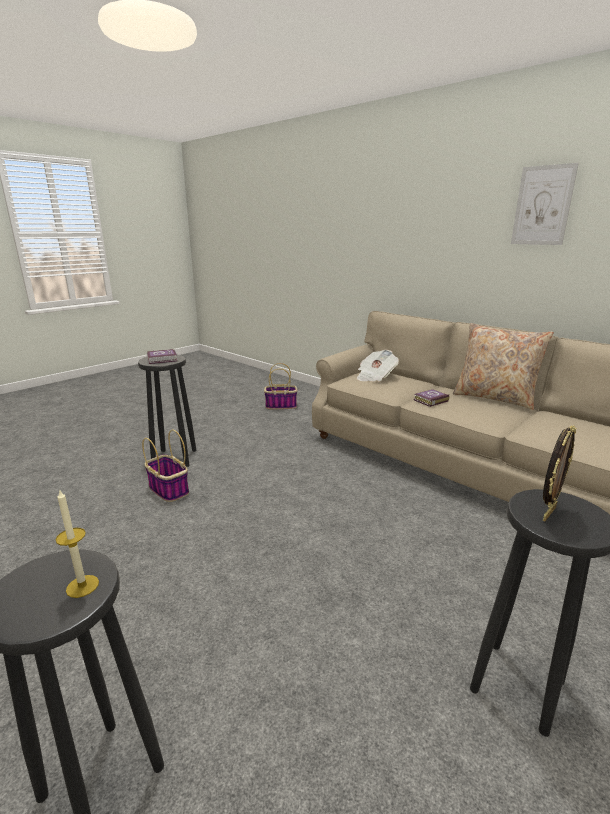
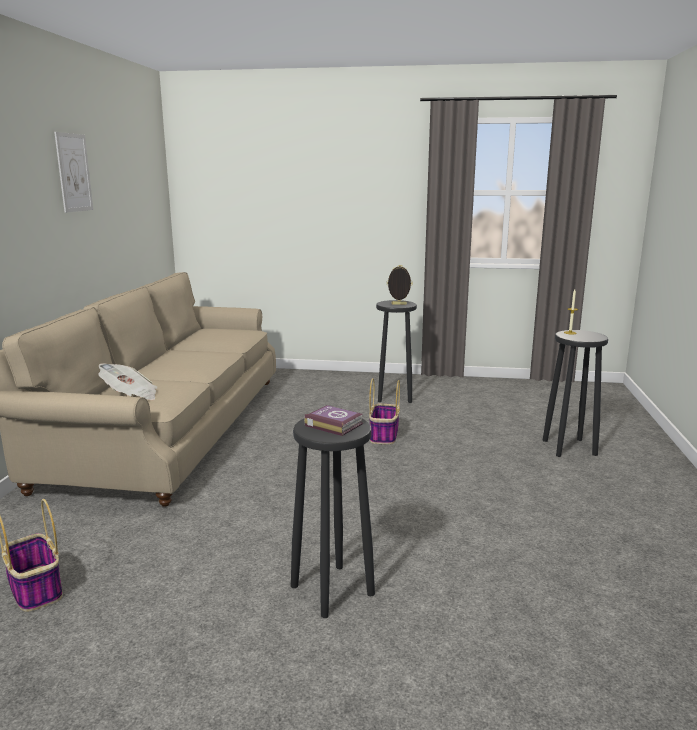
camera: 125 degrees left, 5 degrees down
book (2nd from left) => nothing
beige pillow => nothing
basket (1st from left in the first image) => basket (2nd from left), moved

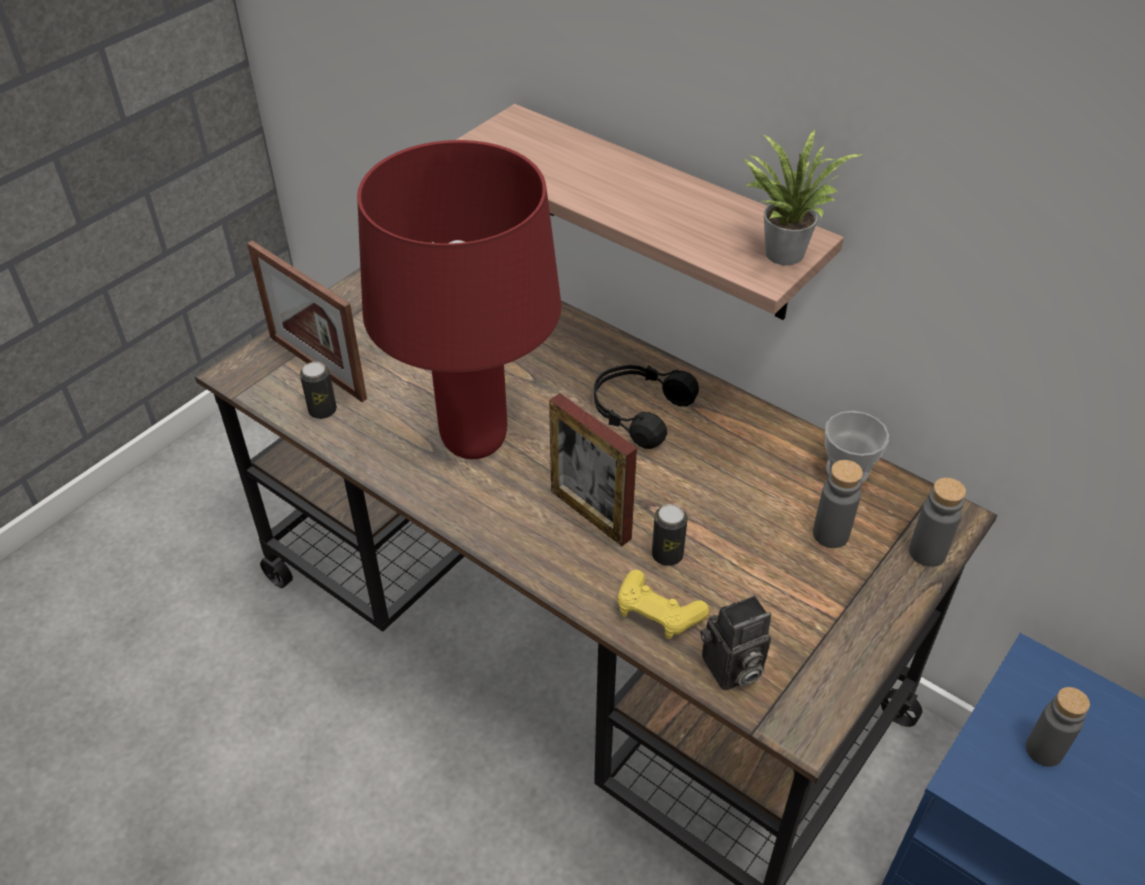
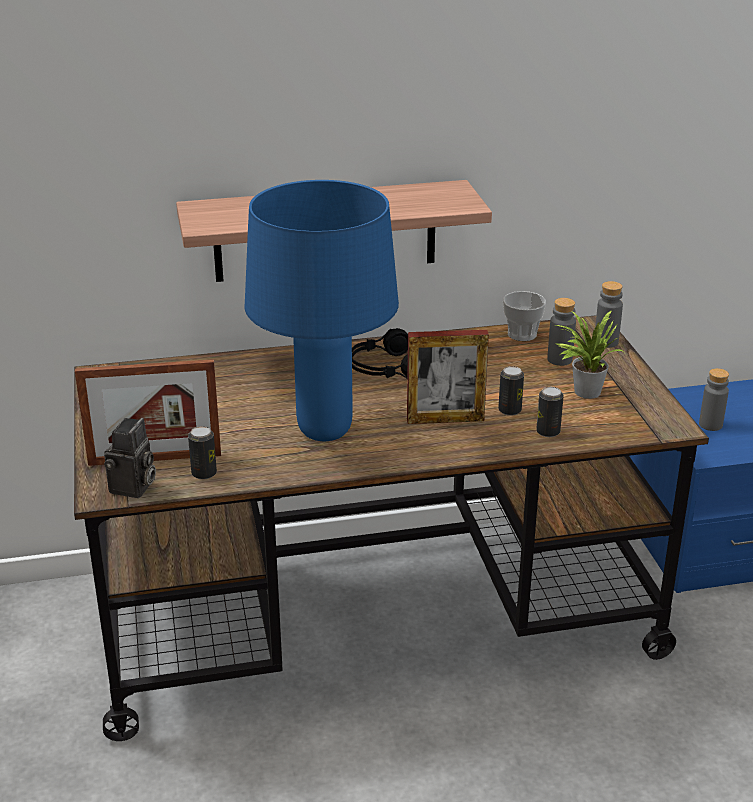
camera: 50 degrees left, 15 degrees down
photo camera, moved
potted plant, moved
yellow game controller => can (3rd from left)
red table lamp => blue table lamp

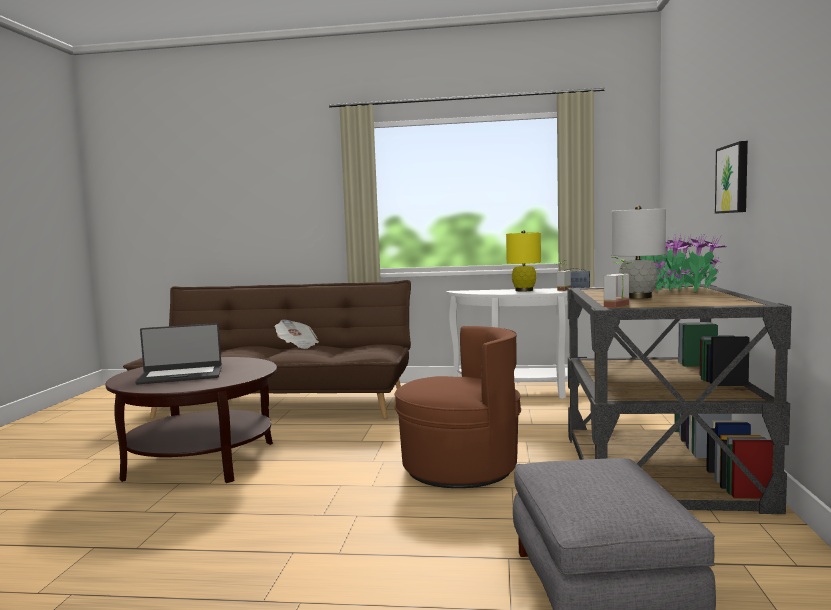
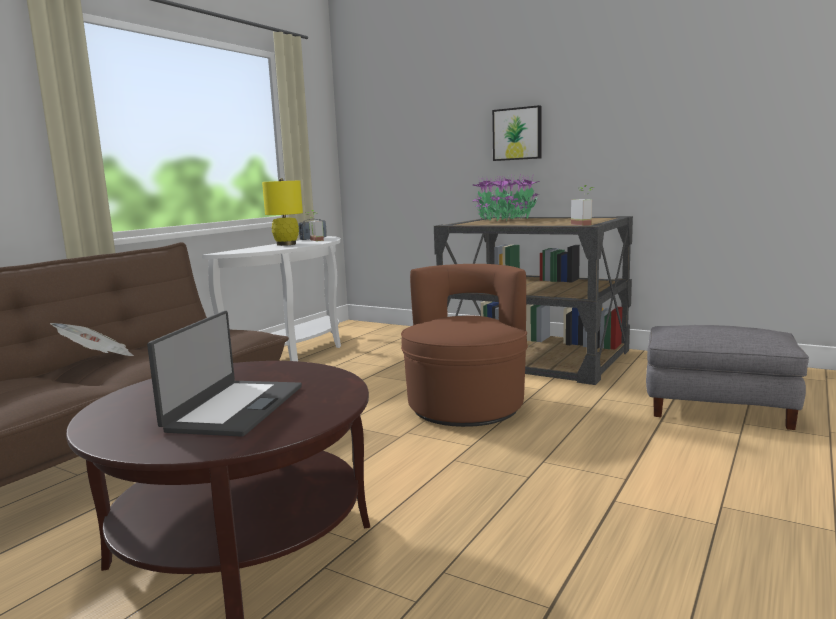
camera: 65 degrees left, 5 degrees up
white table lamp => nothing

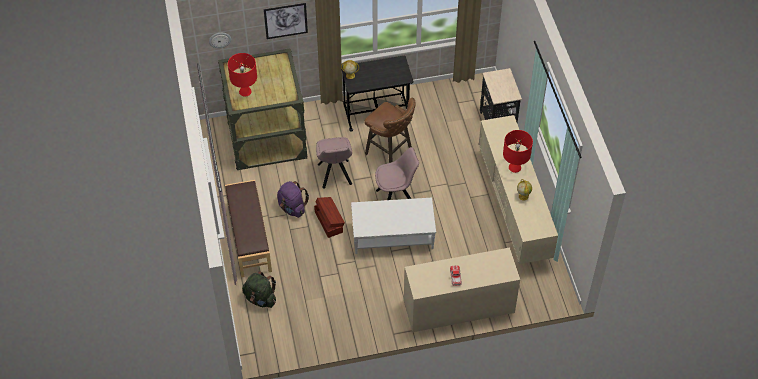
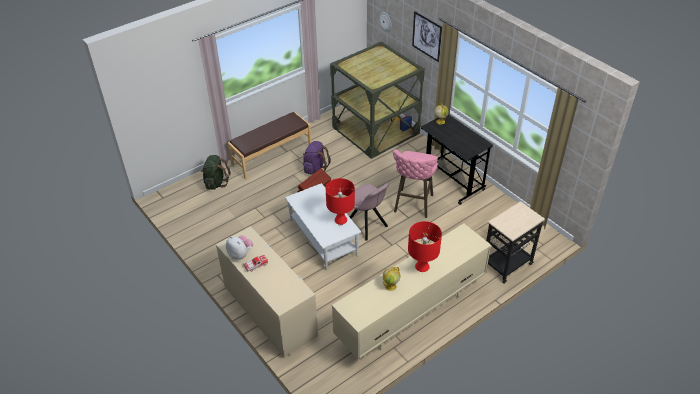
camera: 65 degrees right, 10 degrees down
pink chair (1st from left) => nothing
nothing => plush toy
red table lamp (1st from left), moved
brown stool => pink stool

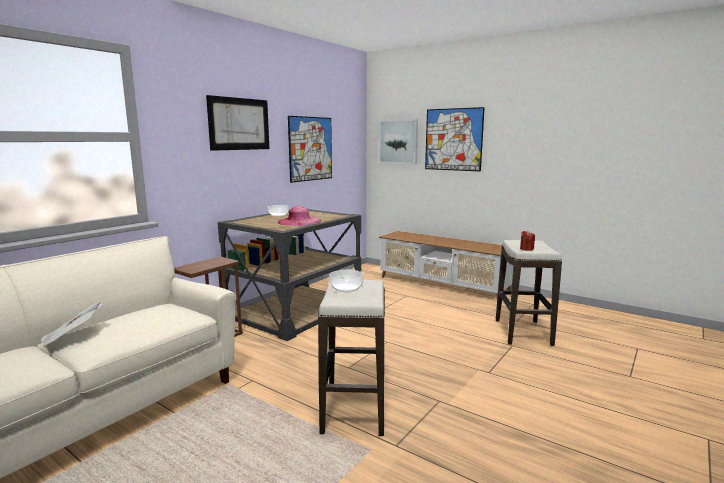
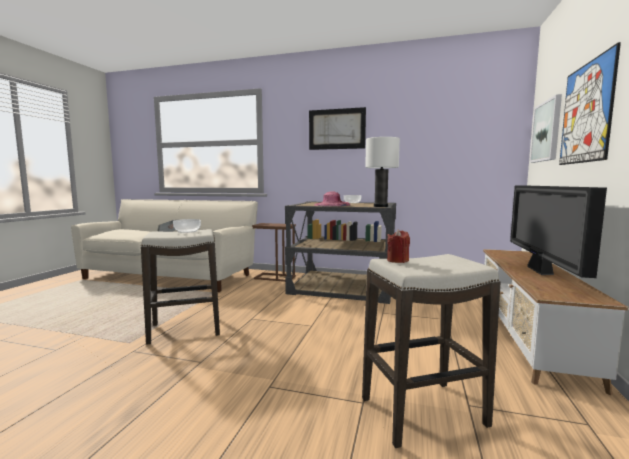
camera: 70 degrees right, 5 degrees down
picture (2nd from left) => nothing
nothing => white table lamp
nothing => television

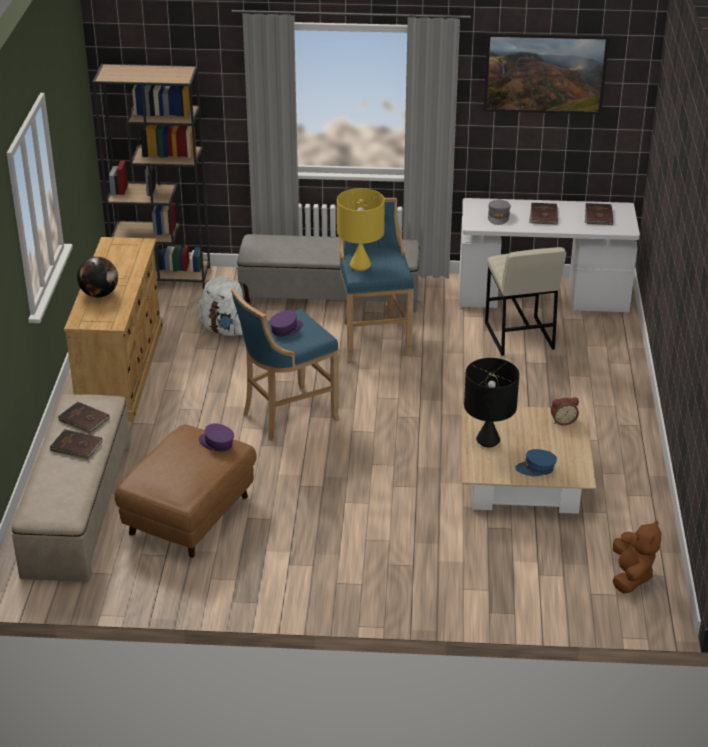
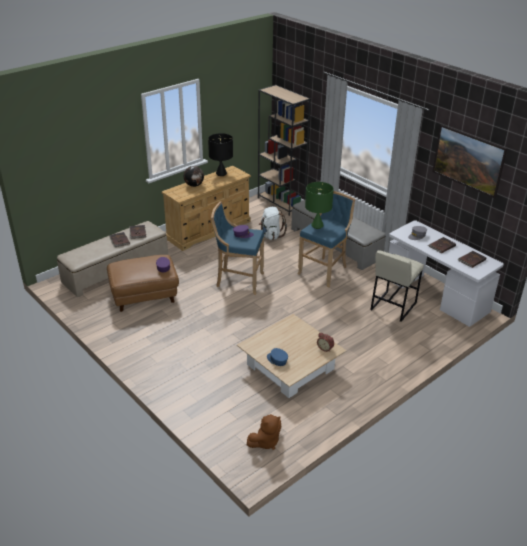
camera: 45 degrees right, 0 degrees up
black table lamp, moved
yellow table lamp => green table lamp

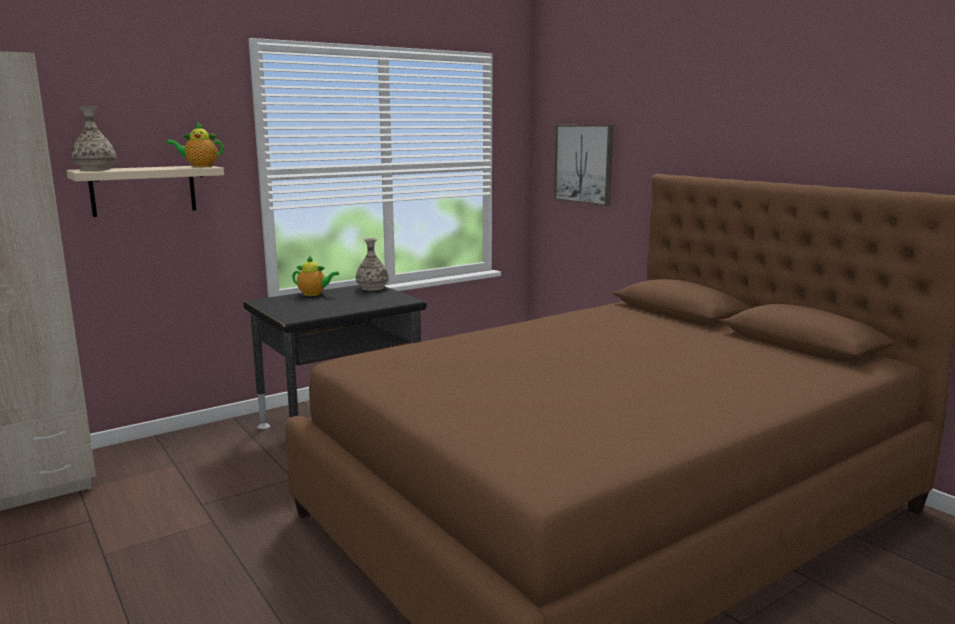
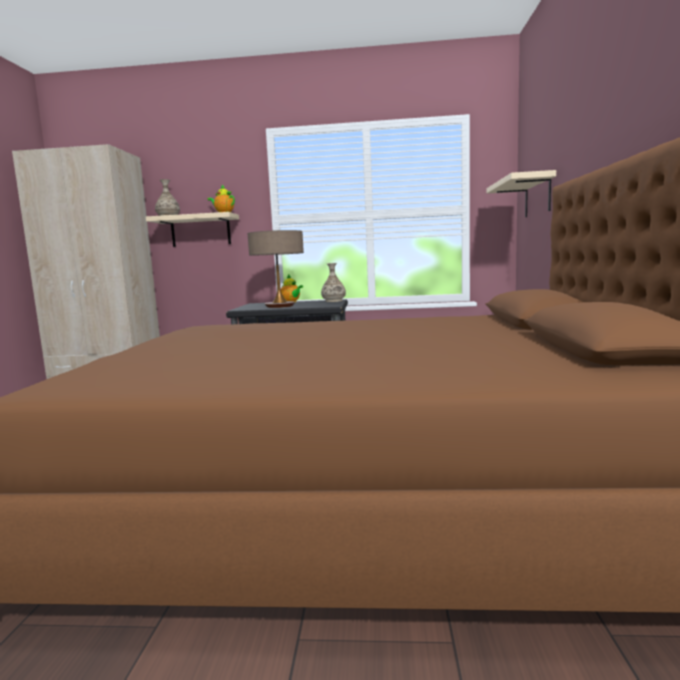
camera: 40 degrees right, 5 degrees down
nothing => table lamp
picture => beige shelf (2nd from left)

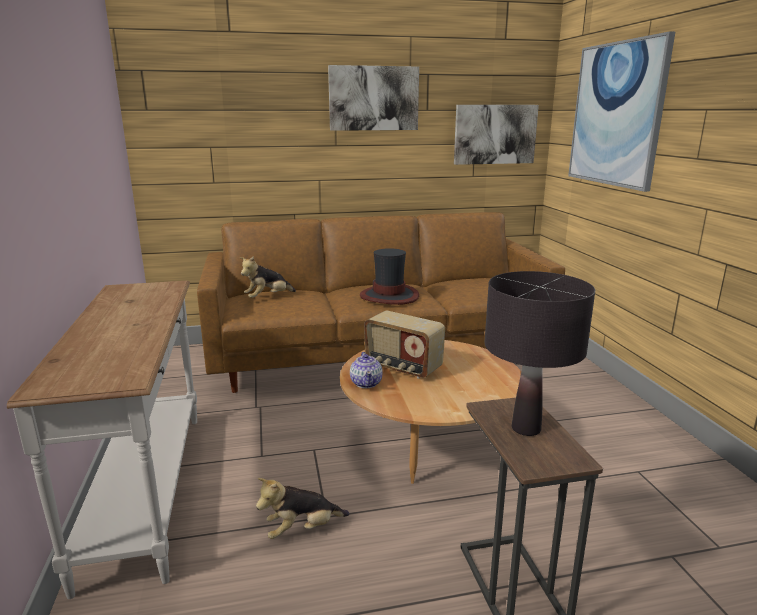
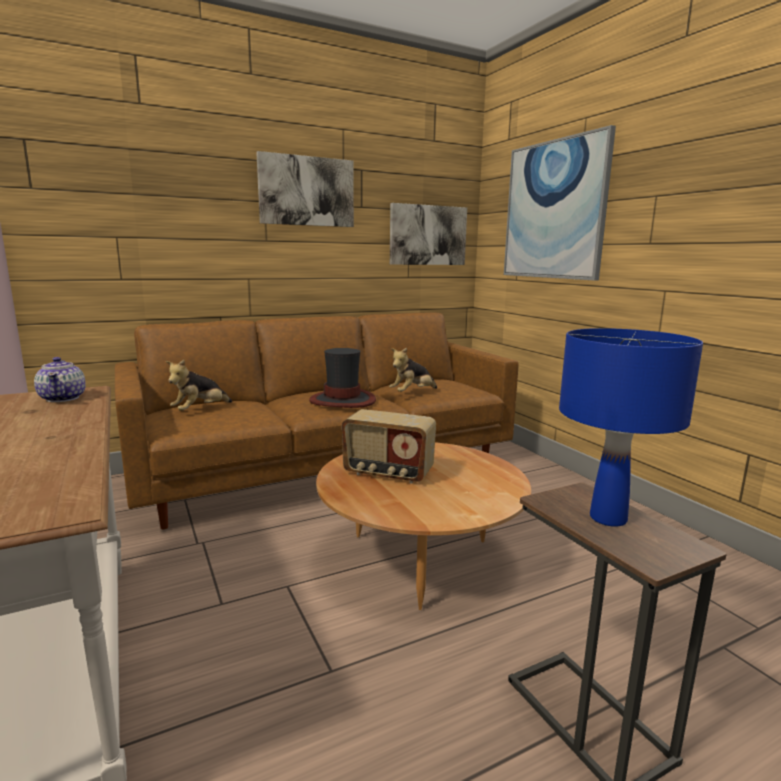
camera: 15 degrees left, 5 degrees down
plush toy (2nd from left), moved
teapot, moved
black table lamp => blue table lamp

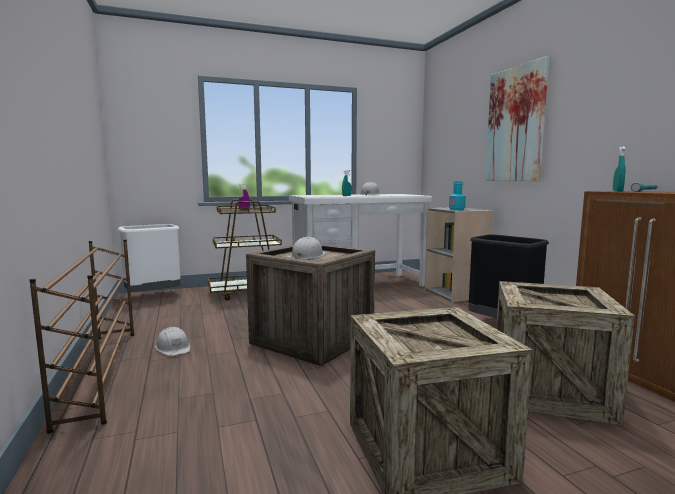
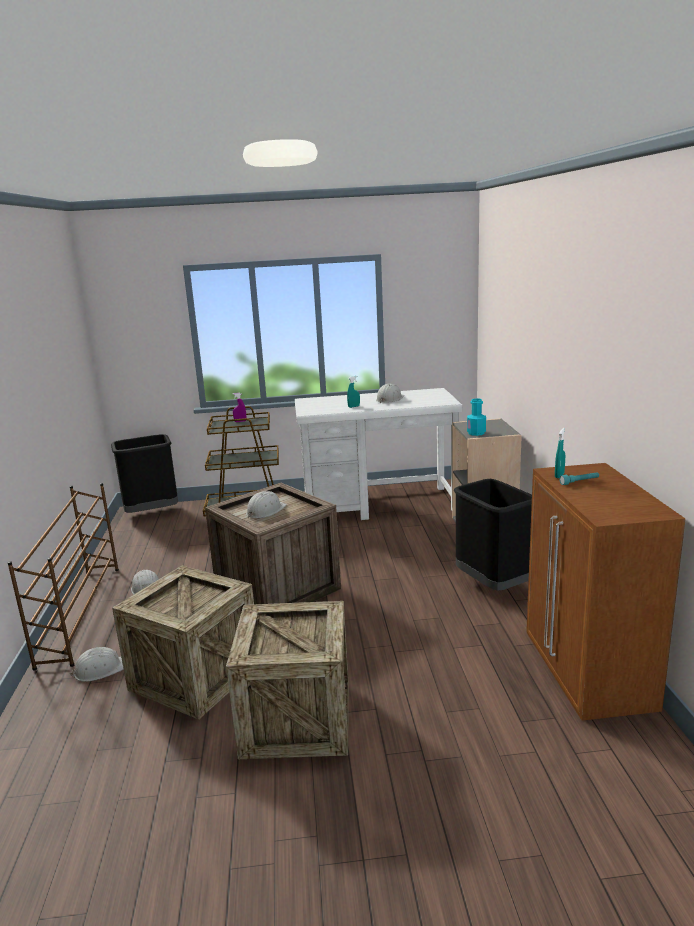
camera: 15 degrees right, 10 degrees up
picture => nothing
nothing => white hard hat (1st from left)
crate (3rd from left in the first image) => crate (1st from left), moved
white trash can => black trash can (1st from left)

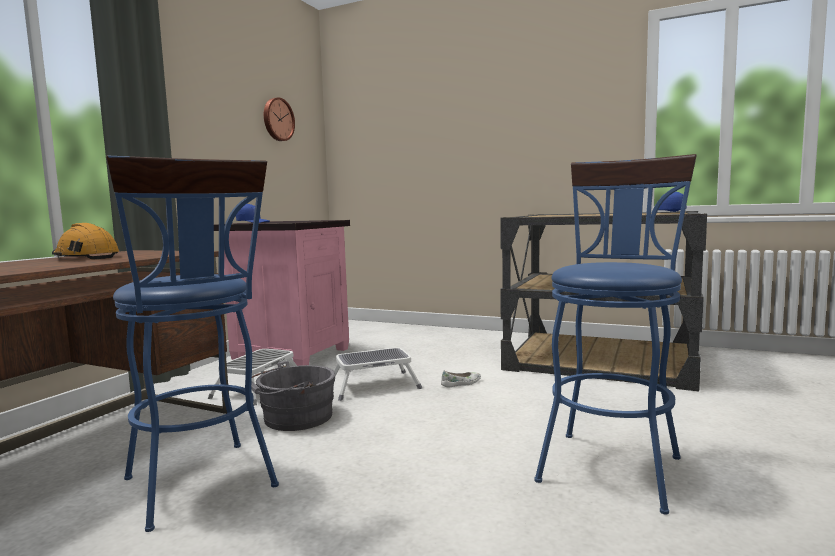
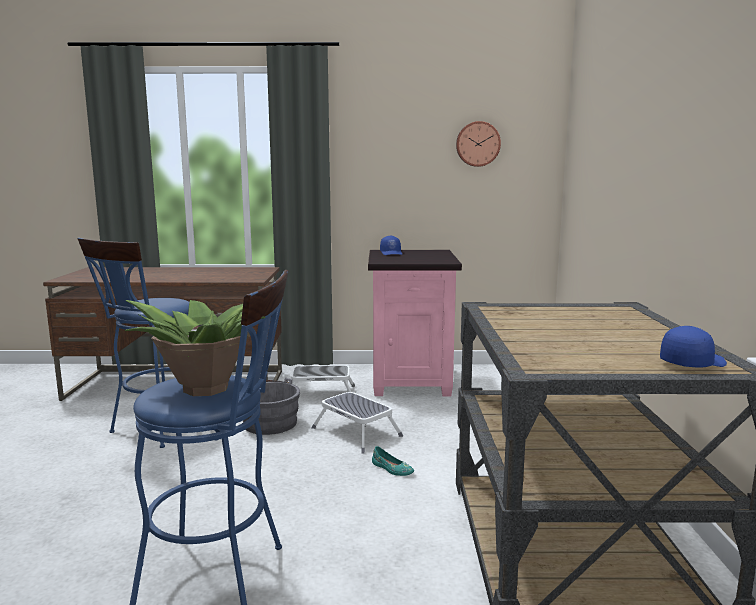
camera: 65 degrees right, 5 degrees up
orange hard hat => nothing
nothing => potted plant
white shoe => turquoise shoe

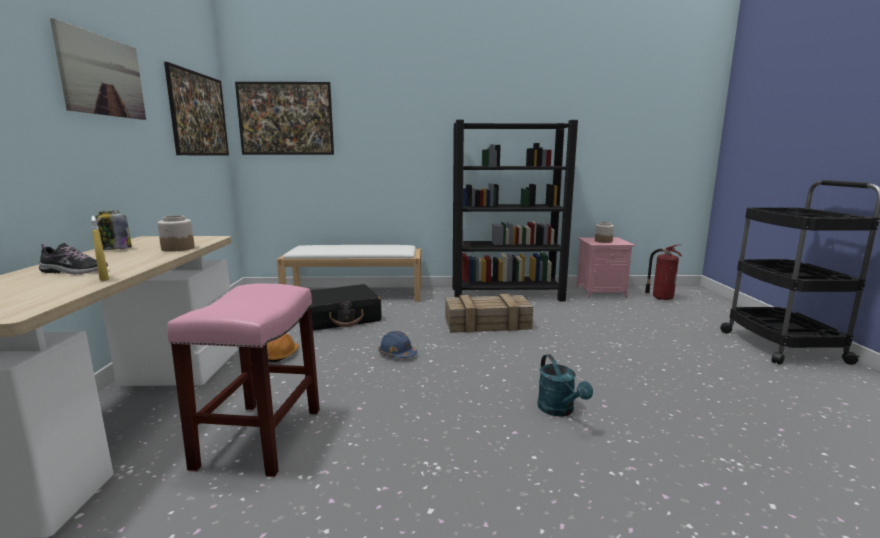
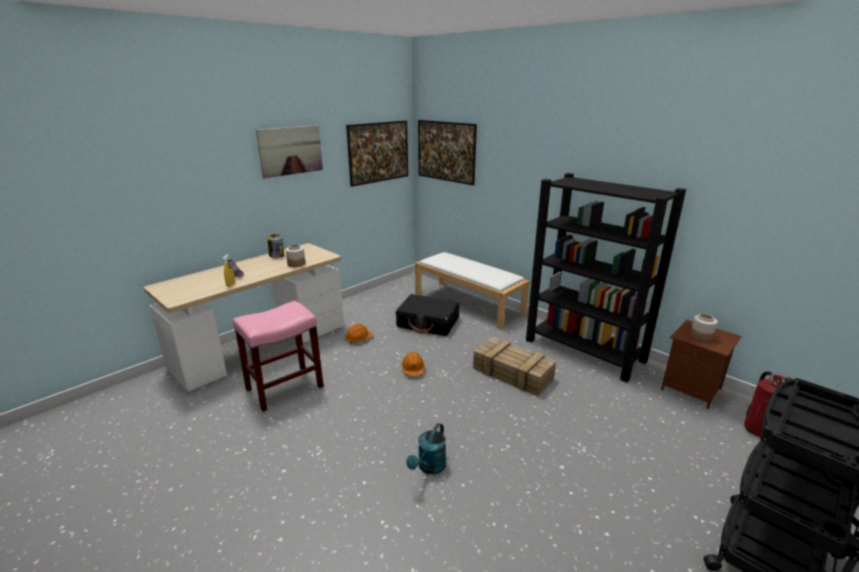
camera: 45 degrees right, 10 degrees up
blue hard hat => orange hard hat (2nd from left)
pink nightstand => brown nightstand

